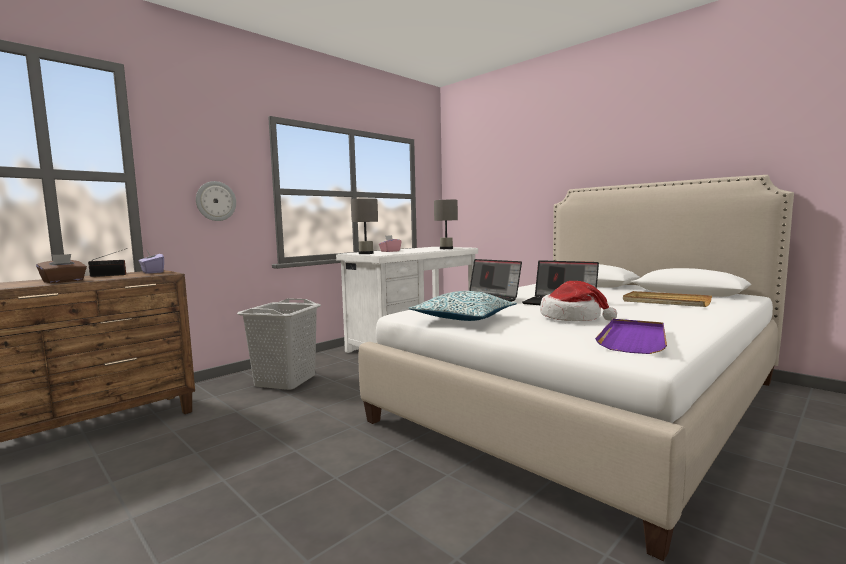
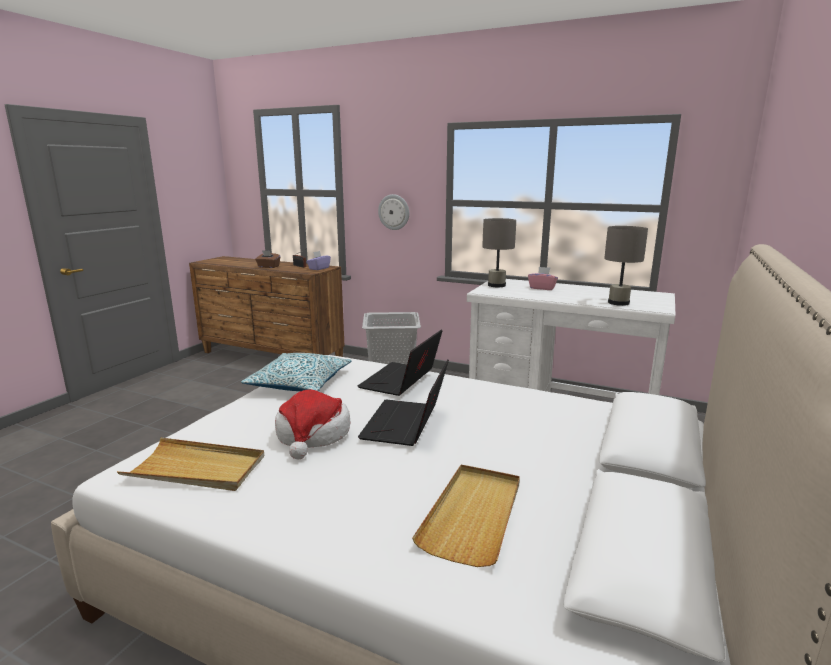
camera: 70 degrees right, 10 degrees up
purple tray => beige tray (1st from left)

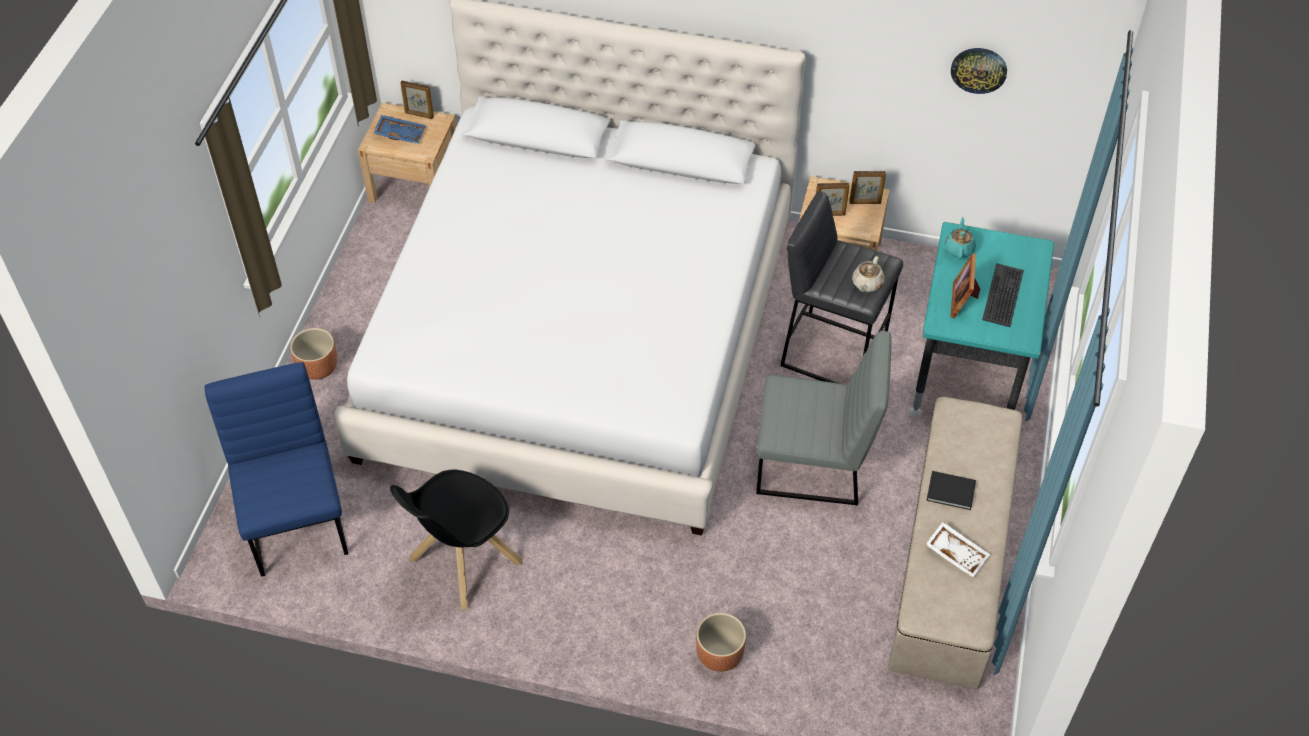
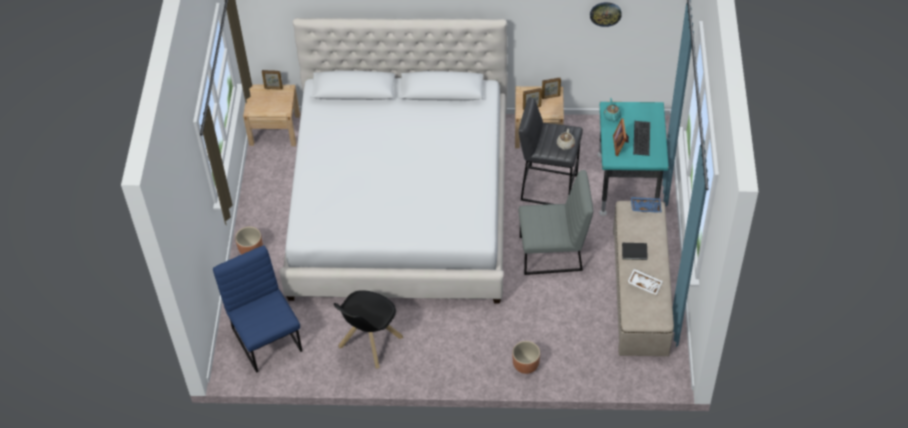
camera: 10 degrees left, 0 degrees up
blue tray, moved

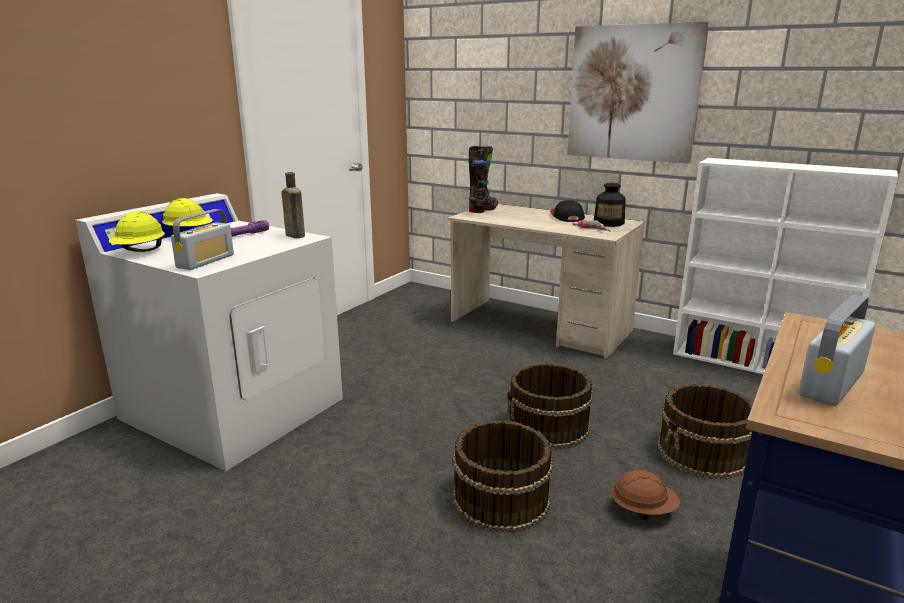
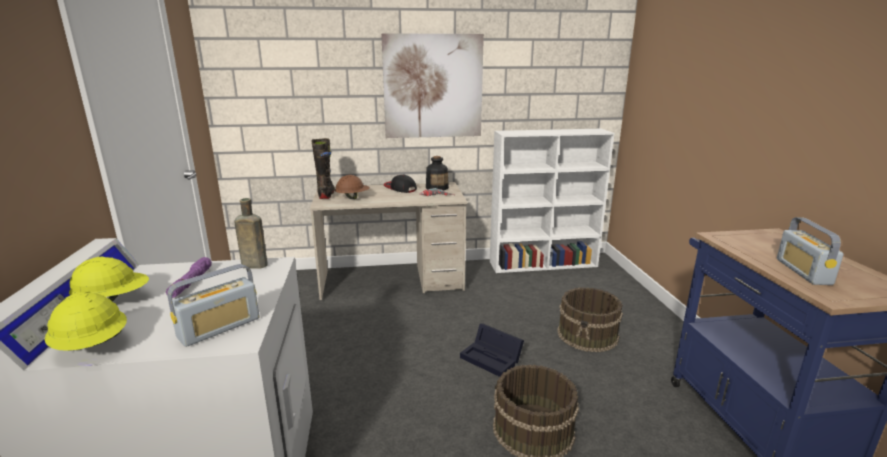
camera: 40 degrees left, 0 degrees up
brown hard hat, moved
brown bucket (2nd from left) => black storage box
radio (1st from left), 60 degrees clockwise

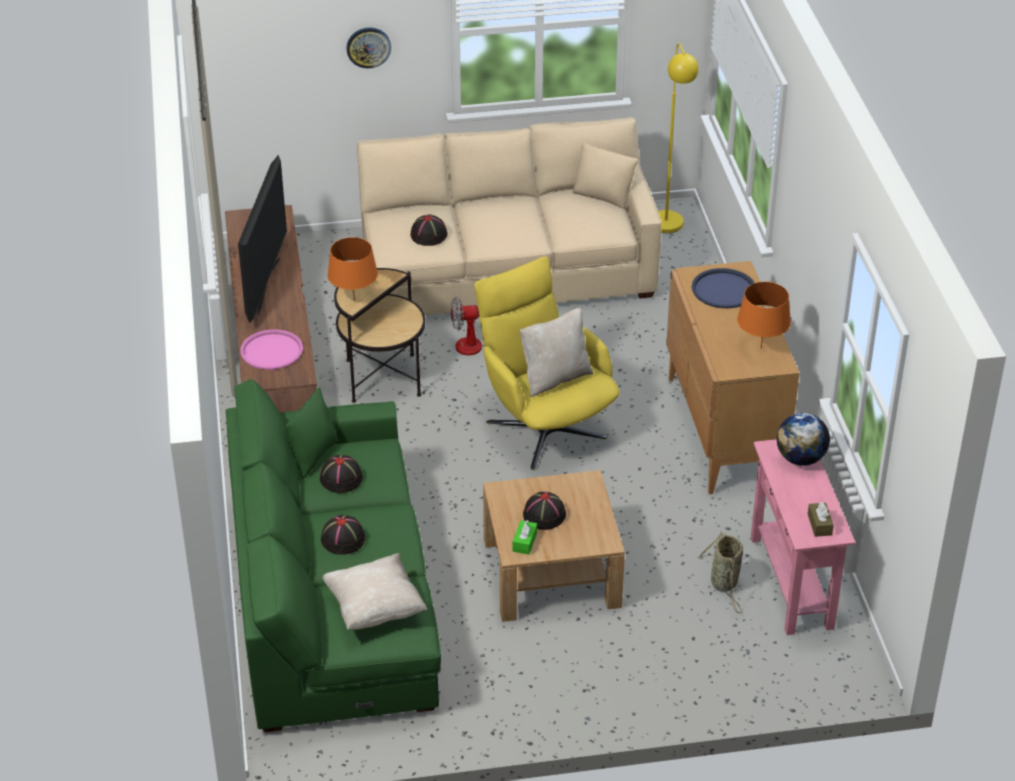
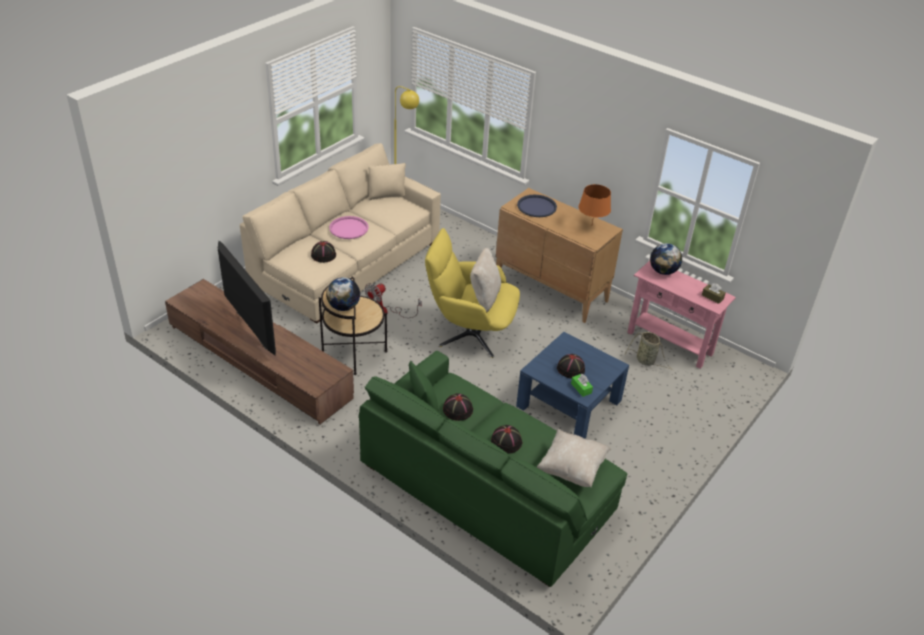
camera: 45 degrees left, 0 degrees up
wall clock => nothing
pink tray, moved
orange table lamp (1st from left) => globe (1st from left)
brown coffee table => blue coffee table

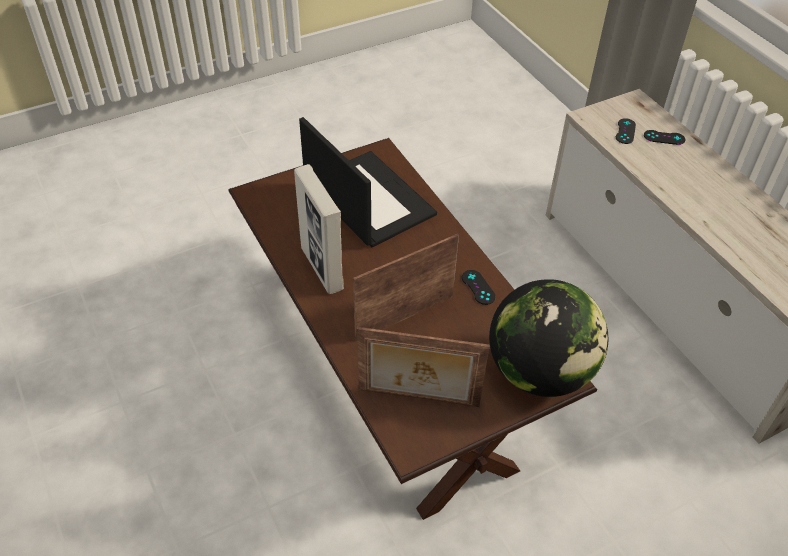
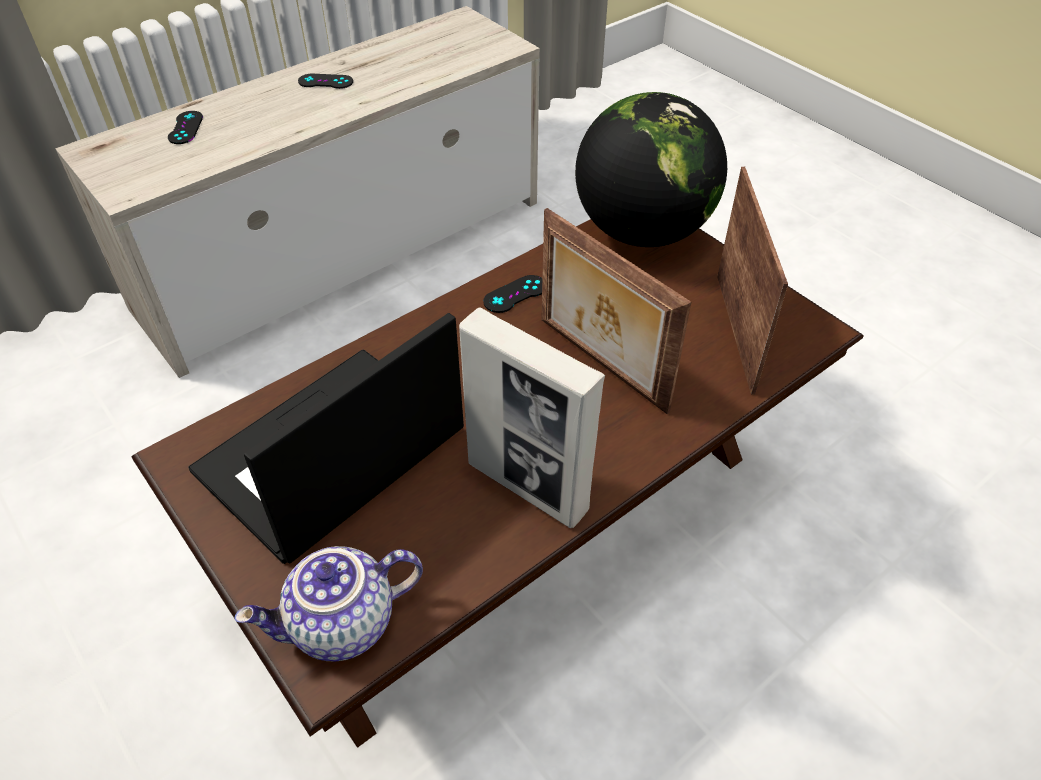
camera: 100 degrees left, 0 degrees up
nothing => teapot
black game controller (2nd from left), moved
picture frame (1st from left), 75 degrees clockwise

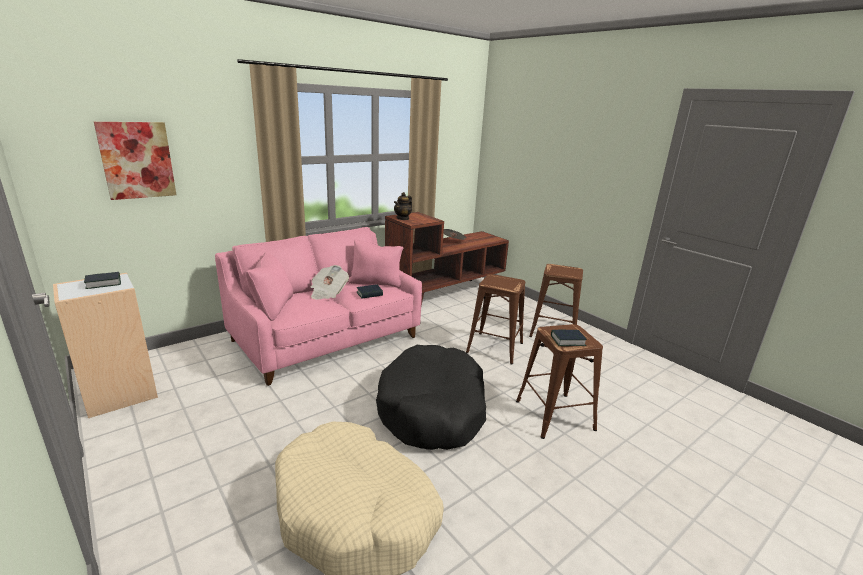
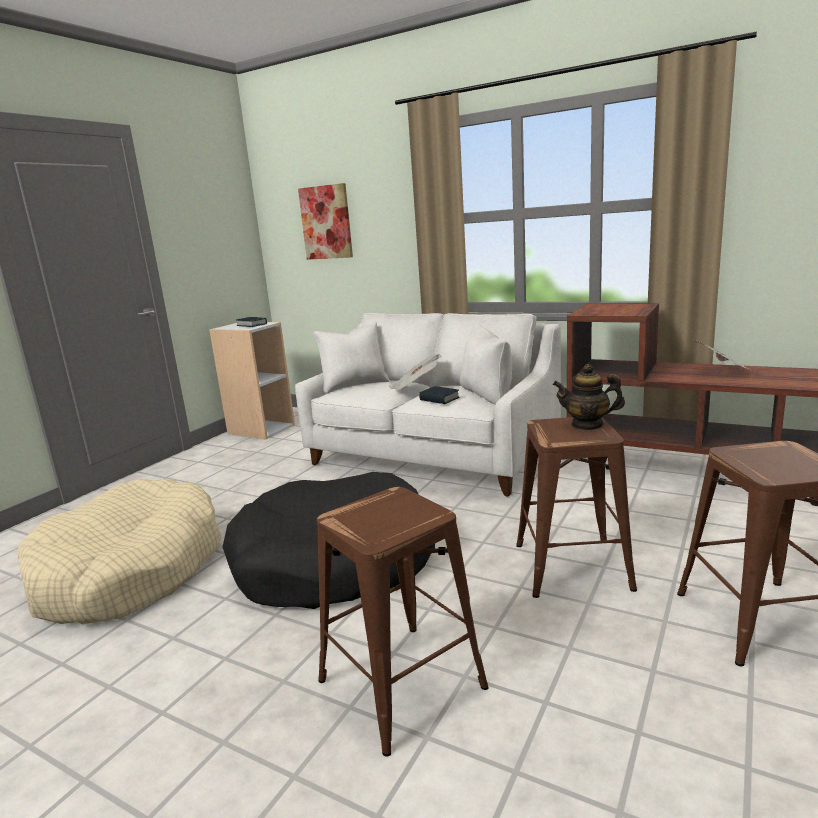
camera: 70 degrees right, 5 degrees down
book (3rd from left) => nothing
teapot, moved
pink sofa => white sofa

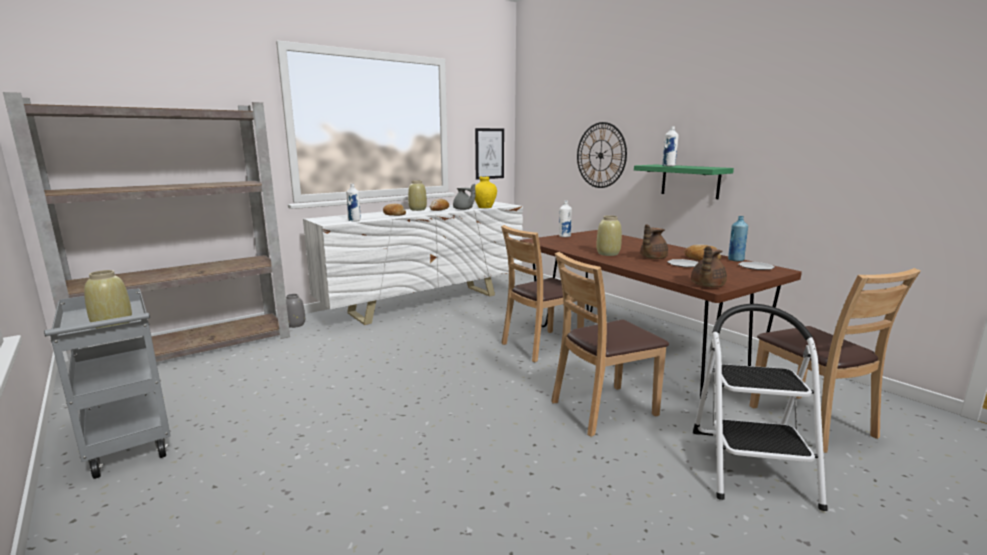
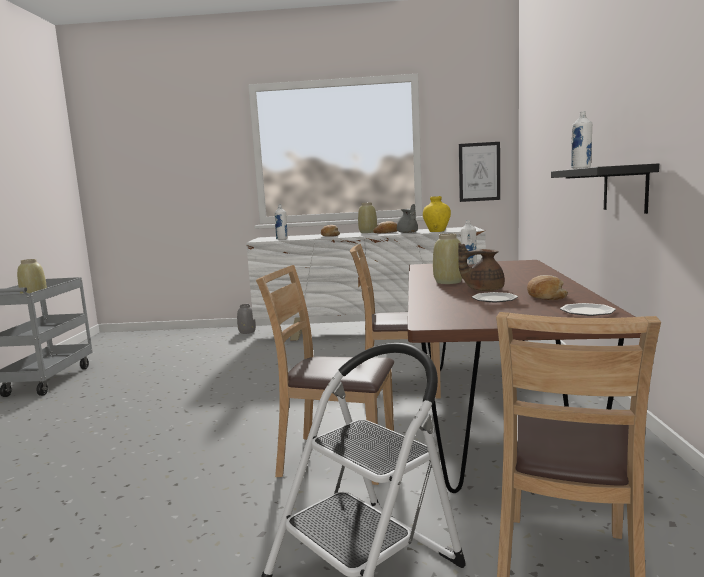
camera: 40 degrees right, 5 degrees down
brown bookcase => nothing
wall clock => nothing
brown teapot (2nd from left) => nothing
blue bottle => nothing
green shelf => black shelf

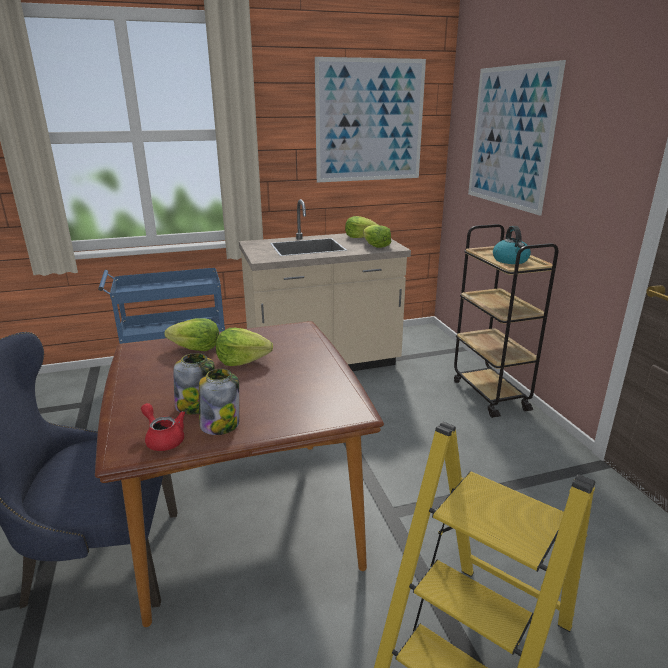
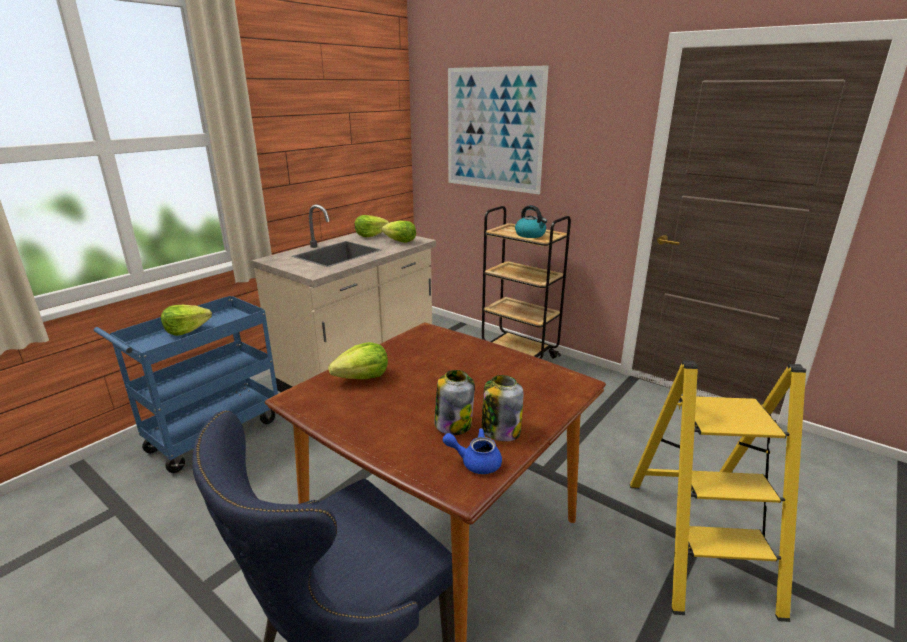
camera: 35 degrees left, 0 degrees up
picture (1st from left) => nothing
lettuce (2nd from left in the first image) => lettuce (1st from left), moved
red teapot => blue teapot

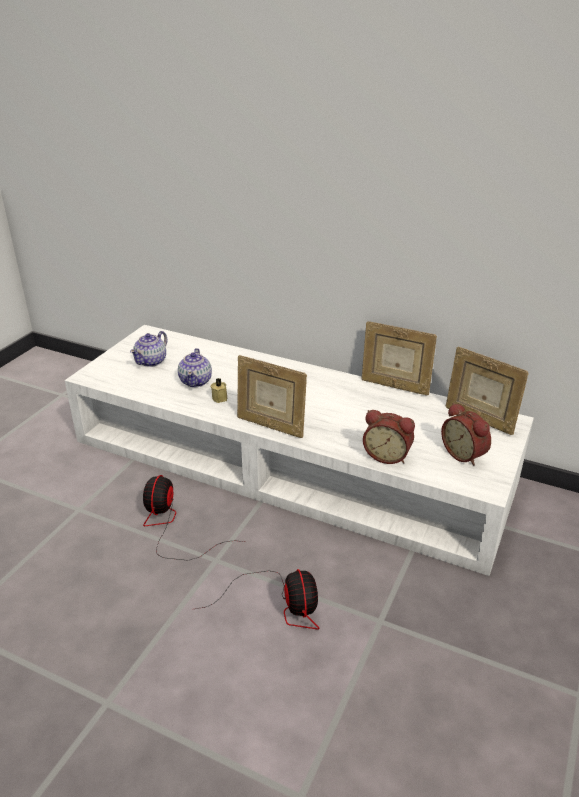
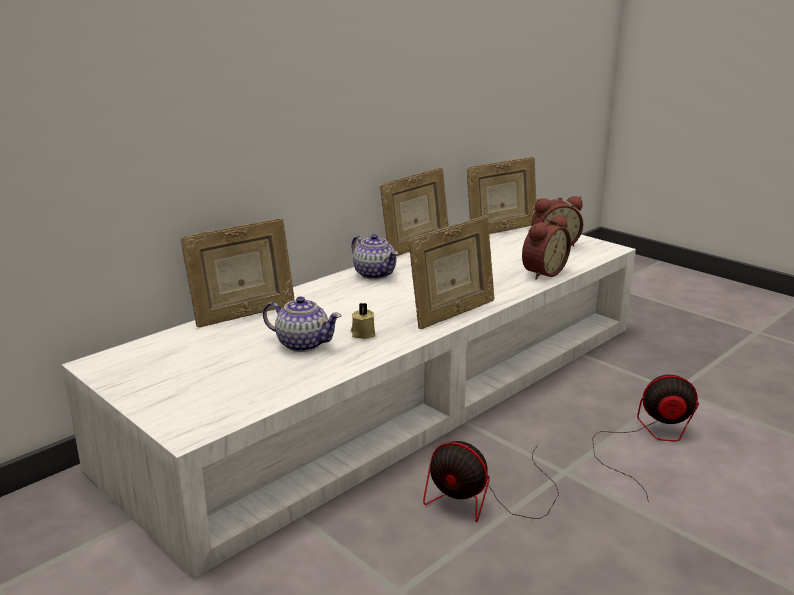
camera: 70 degrees left, 10 degrees down
nothing => picture frame (1st from left)
teapot (1st from left in the first image) => teapot (2nd from left), moved

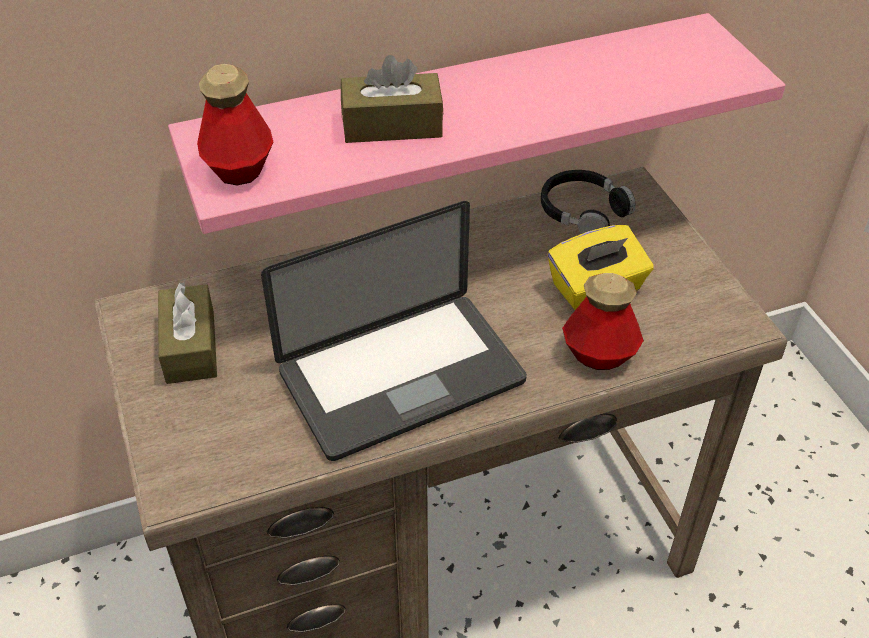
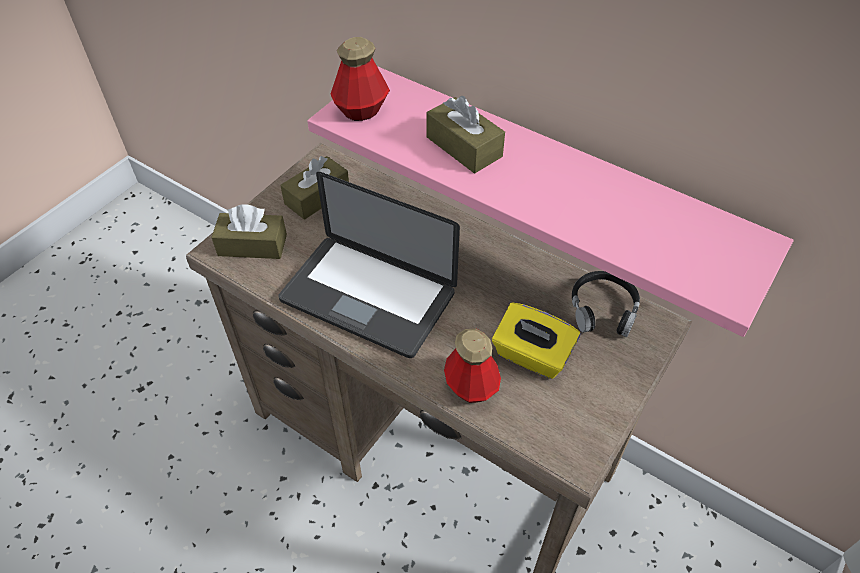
camera: 55 degrees right, 5 degrees up
nothing => brown tissue box (1st from left)

